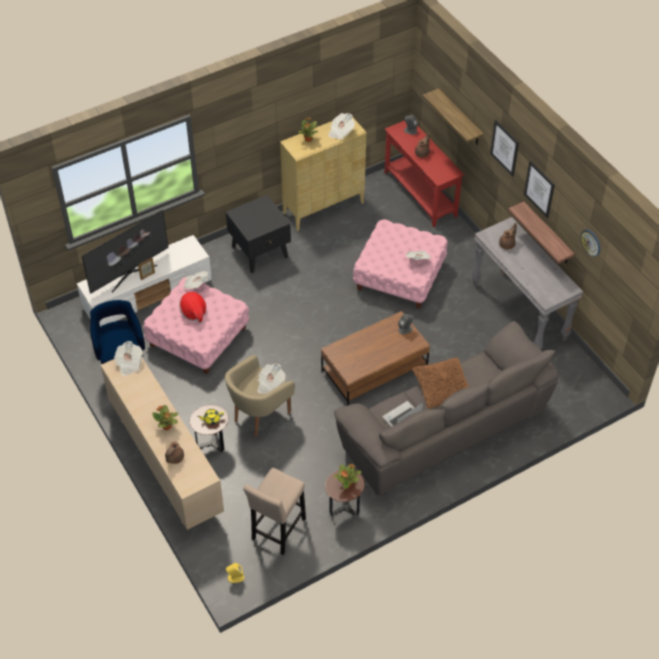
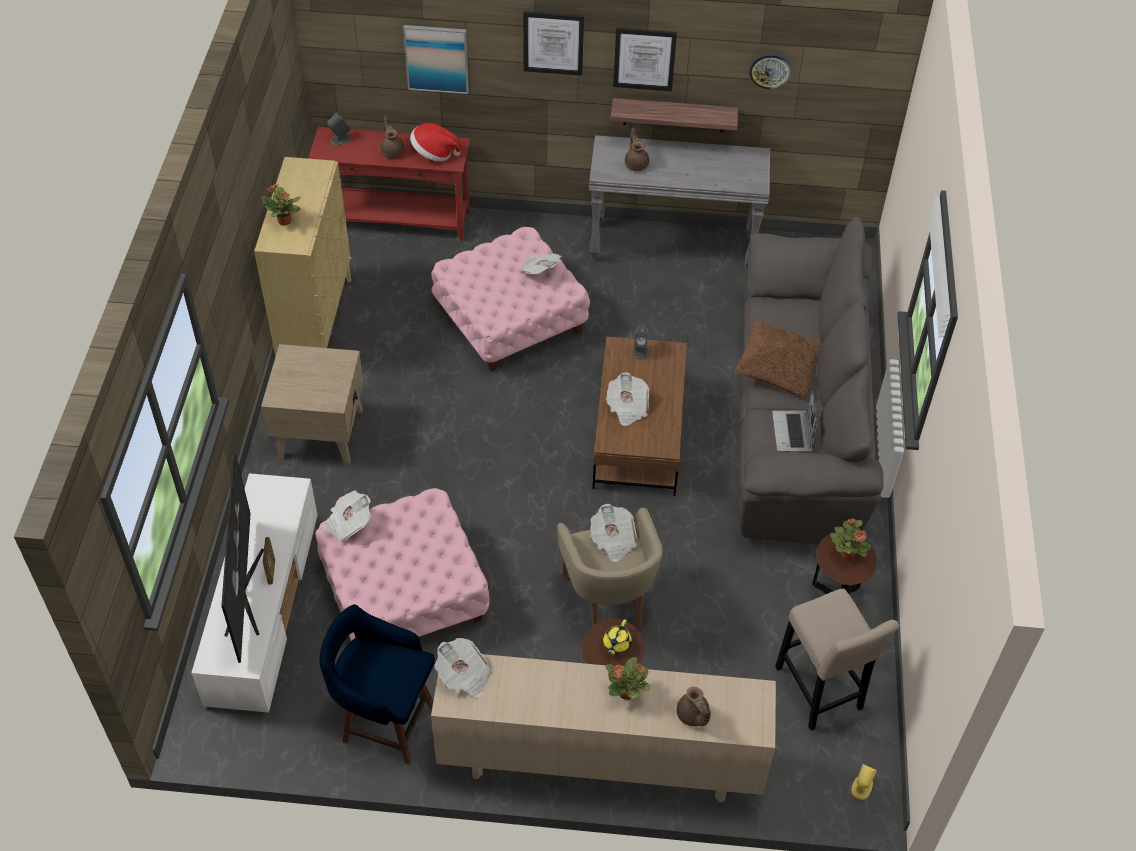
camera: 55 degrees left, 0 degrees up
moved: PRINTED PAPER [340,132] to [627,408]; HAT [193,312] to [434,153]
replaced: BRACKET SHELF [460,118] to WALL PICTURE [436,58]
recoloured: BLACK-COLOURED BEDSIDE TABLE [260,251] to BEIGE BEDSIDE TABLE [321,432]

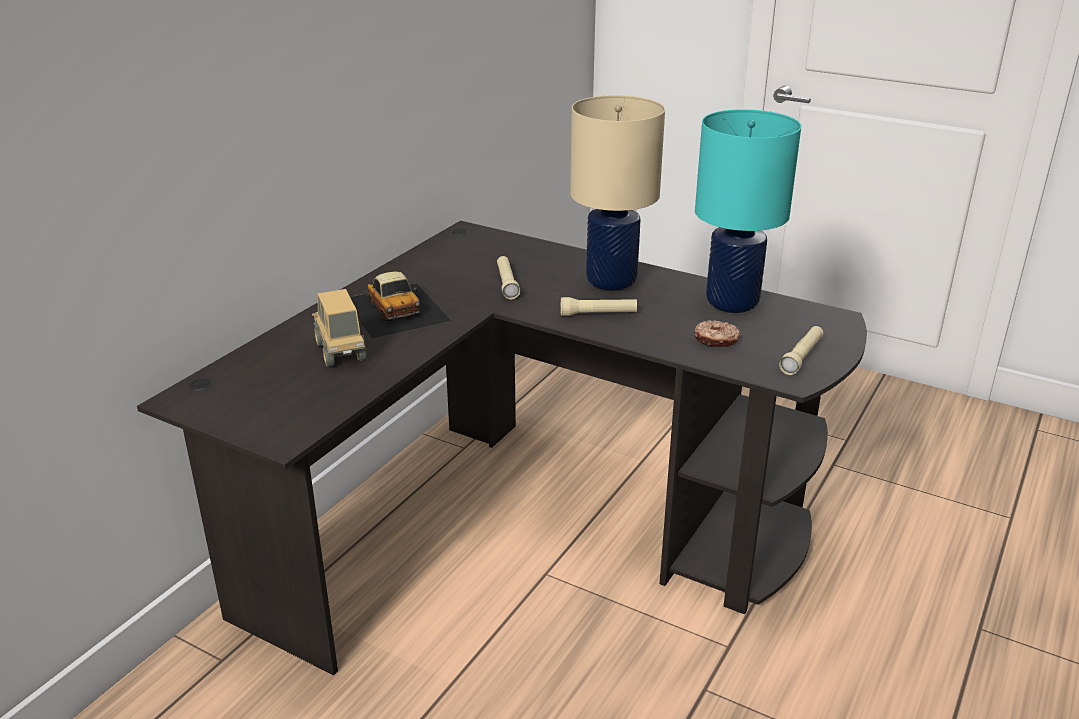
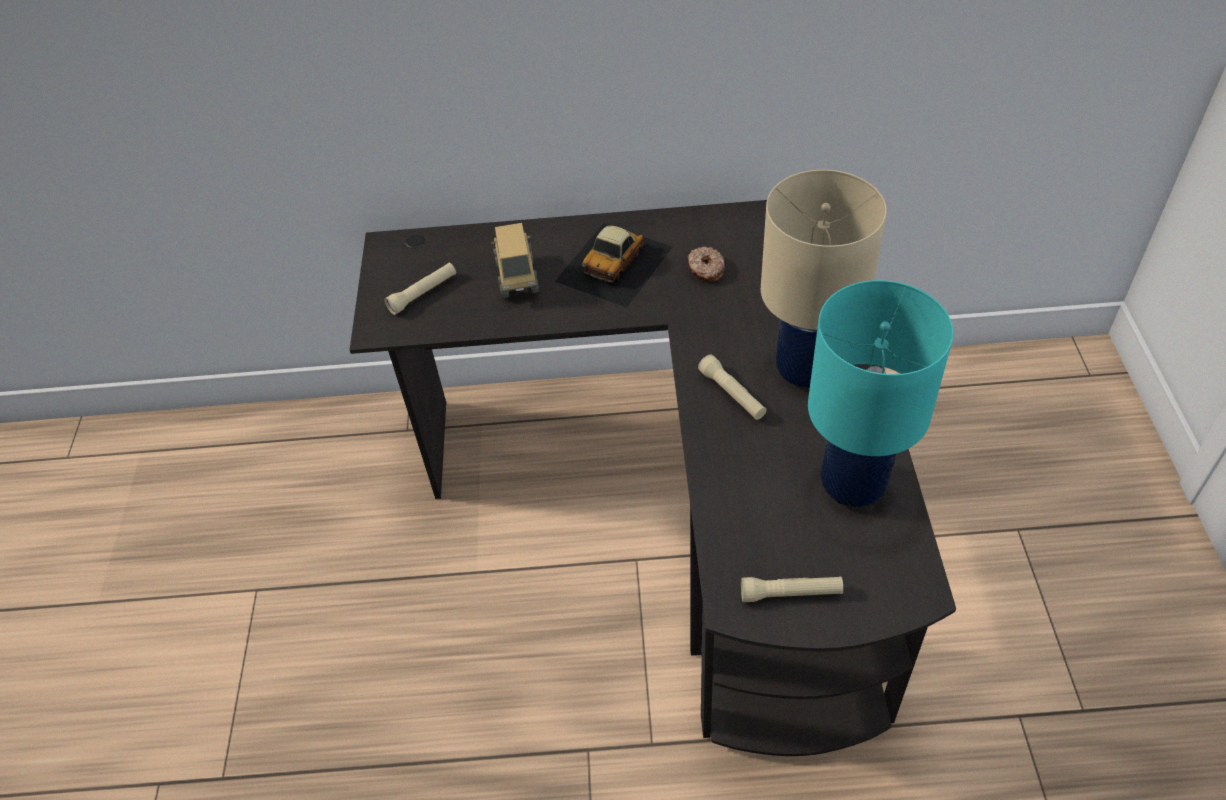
camera: 60 degrees right, 20 degrees up
moved: BEIGE TORCH [507,284] to [423,294]; DOUGHNUT [716,340] to [705,269]
turned: TOY LORRY [341,352] = [517,279] 45 degrees counterclockwise

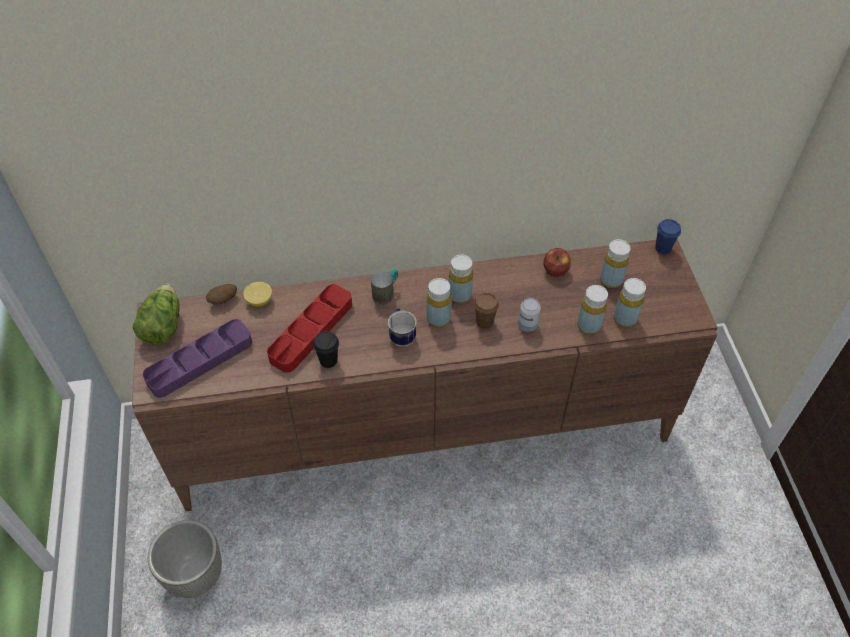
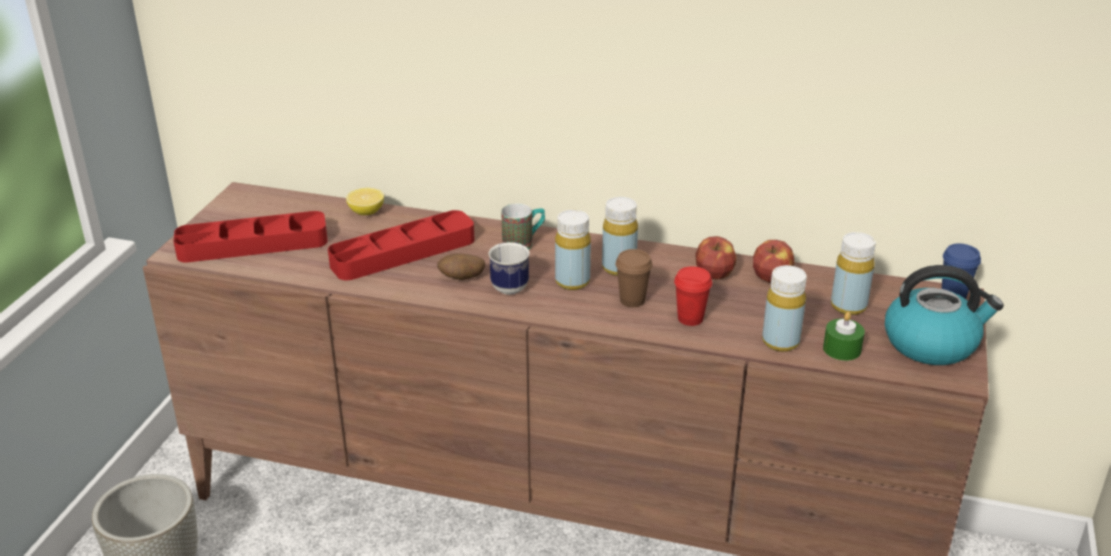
camera: 25 degrees right, 20 degrees down
removed: LETTUCE HEAD [162,325]; BLACK-COLOURED CUP [328,360]
added: APPLE [714,274]; WATER KETTLE [932,343]
moved: POTATO [223,300] to [461,278]
replaced: YELLOW BEVERAGE BOTTLE [625,318] to GREEN-COLOURED WAX LIGHT [842,349]; METAL CAN [527,325] to RED CUP [690,319]
recoloured: PURPLE SERVING TRAY [200,361] to RED SERVING TRAY [253,244]

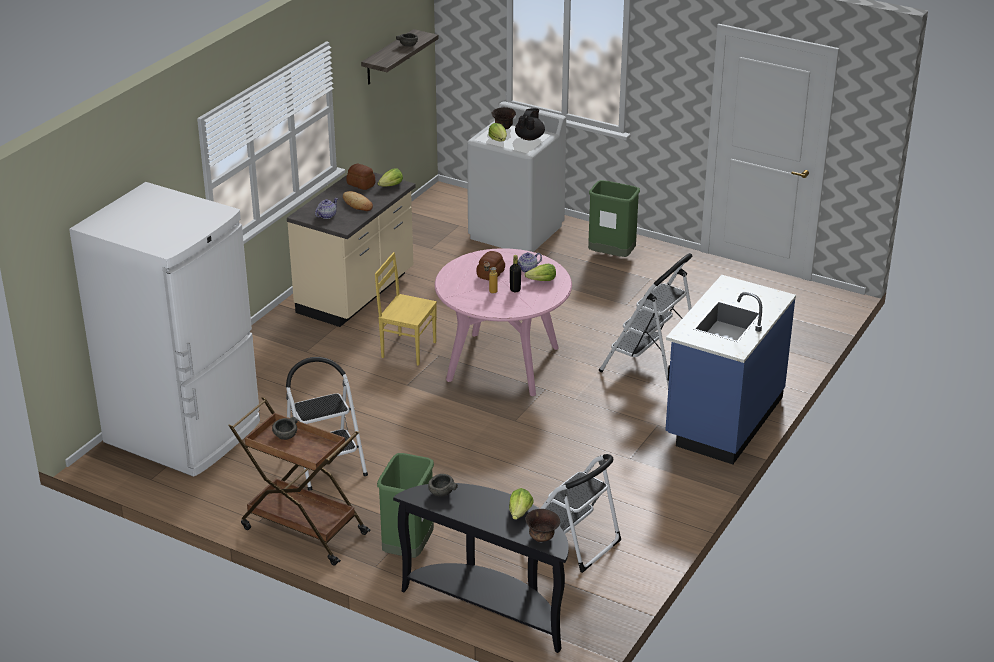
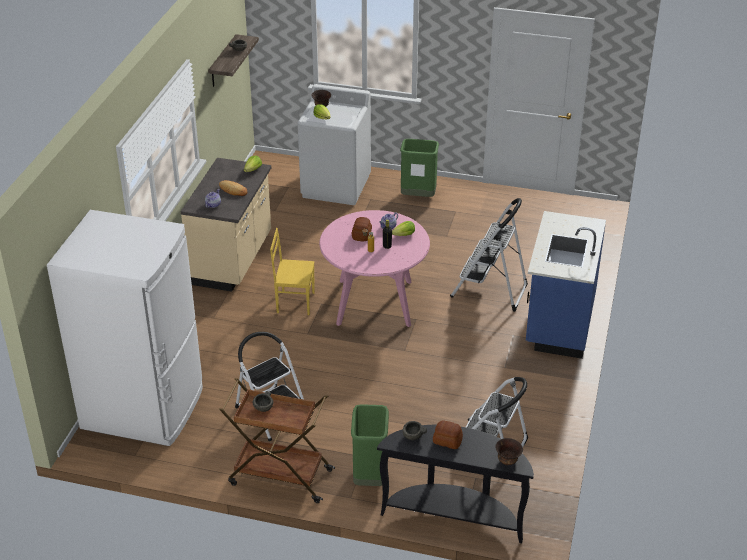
camera: 15 degrees left, 5 degrees up
removed: BLACK-COLOURED TEAPOT [530,137]; LETTUCE HEAD [520,512]
moved: BAKED BREAD [361,184] to [447,440]

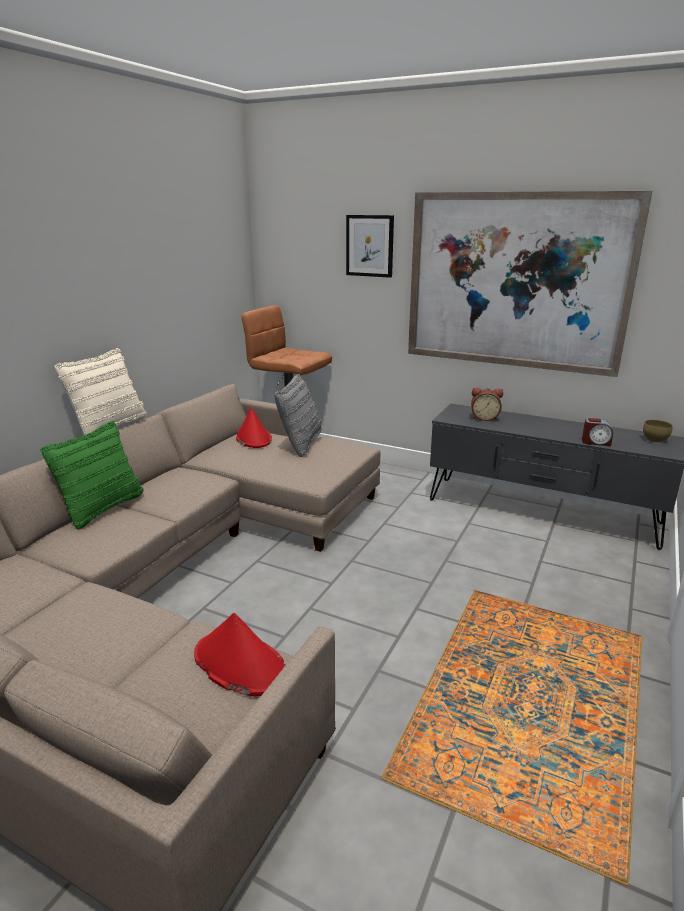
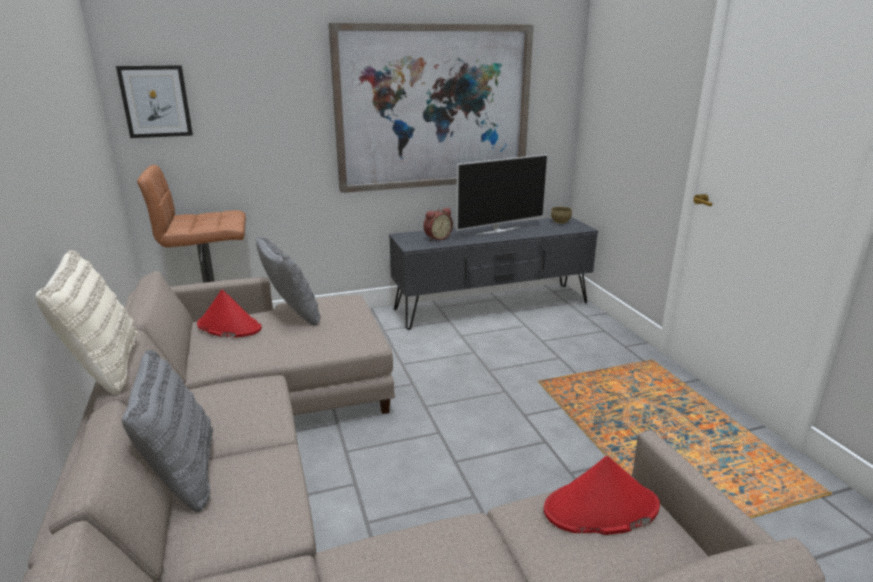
camera: 45 degrees left, 0 degrees up
removed: BEDSIDE CLOCK [595,442]
added: TV SET [498,230]
moved: WALL PICTURE [369,246] to [156,101]
recoloured: GREEN-COLOURED THROW PILLOW [102,509] to GREYISH THROW PILLOW [183,475]

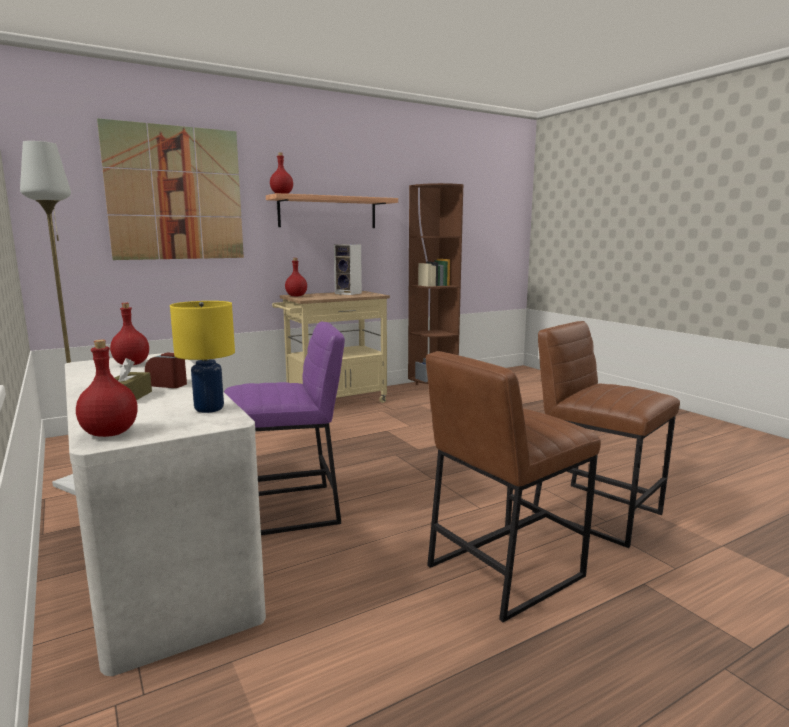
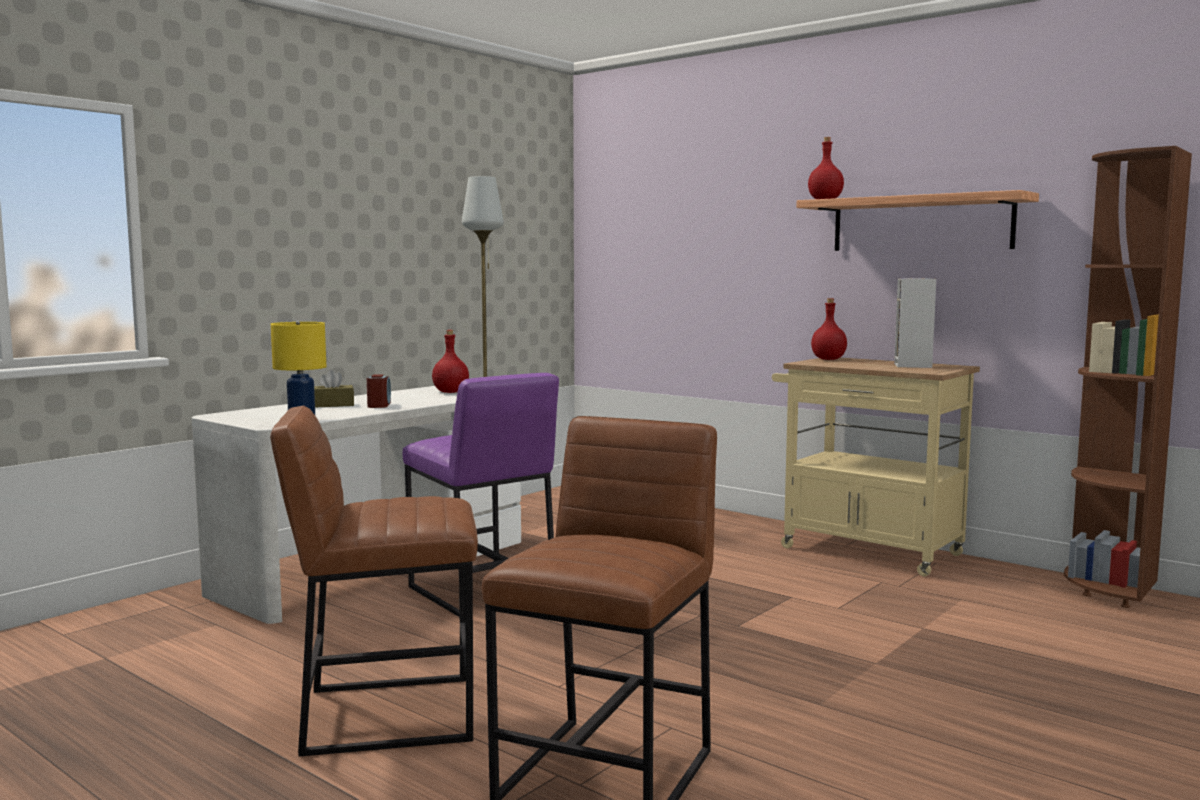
camera: 70 degrees right, 5 degrees down
removed: WALL PICTURE [176,193]; RED BEVERAGE BOTTLE [111,433]
turned: BROWN-COLOURED PLAIN CHAIR [503,572] = [385,714] 45 degrees counterclockwise

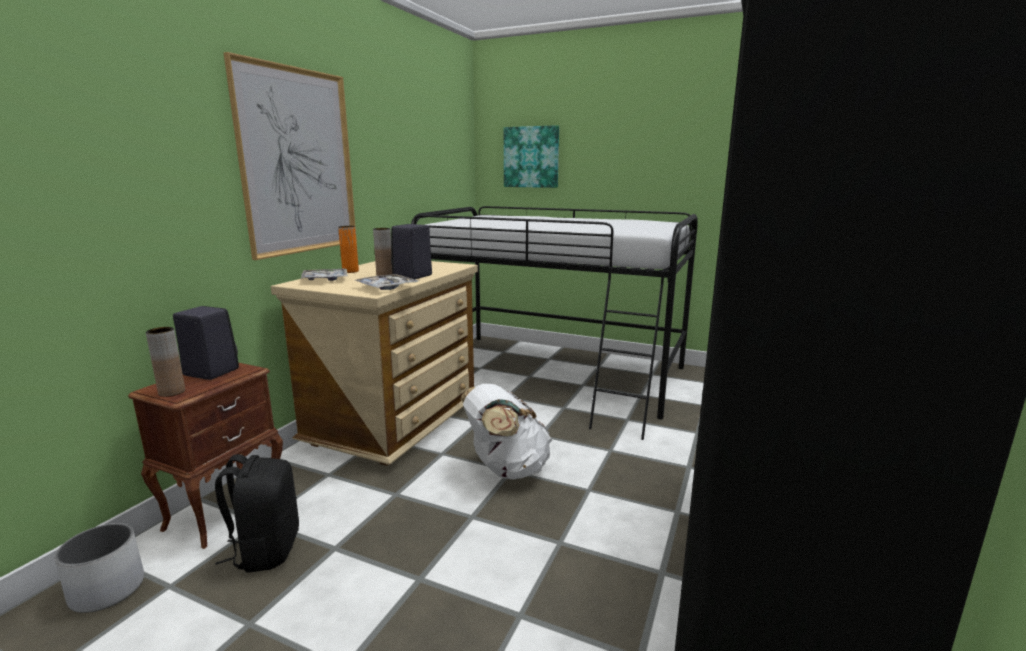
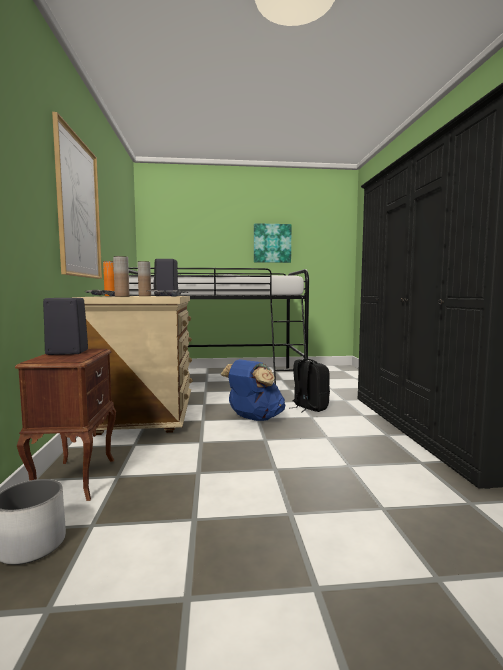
camera: 30 degrees left, 10 degrees down
moved: WALL PICTURE [531,157] to [272,243]; BROWN-COLOURED VASE [172,392] to [122,296]; BLACK-COLOURED KNAPSACK [266,550] to [309,408]
recoloured: WHITE-COLOURED KNAPSACK [506,469] to BLUE-COLOURED KNAPSACK [254,418]

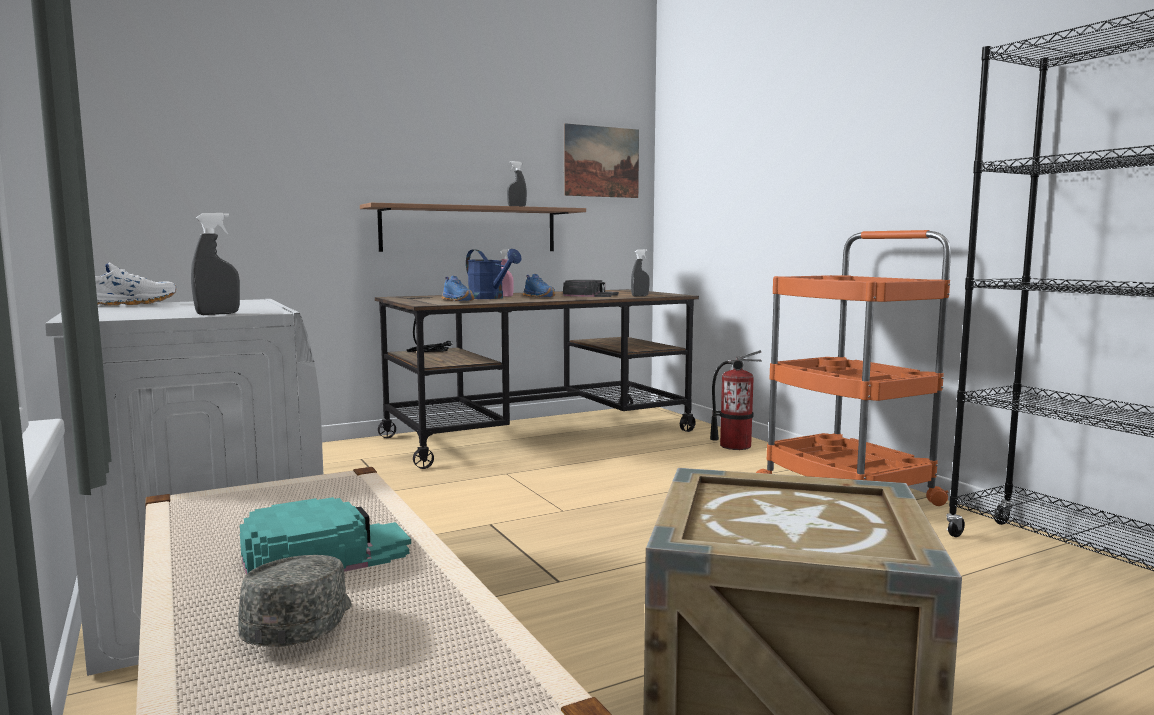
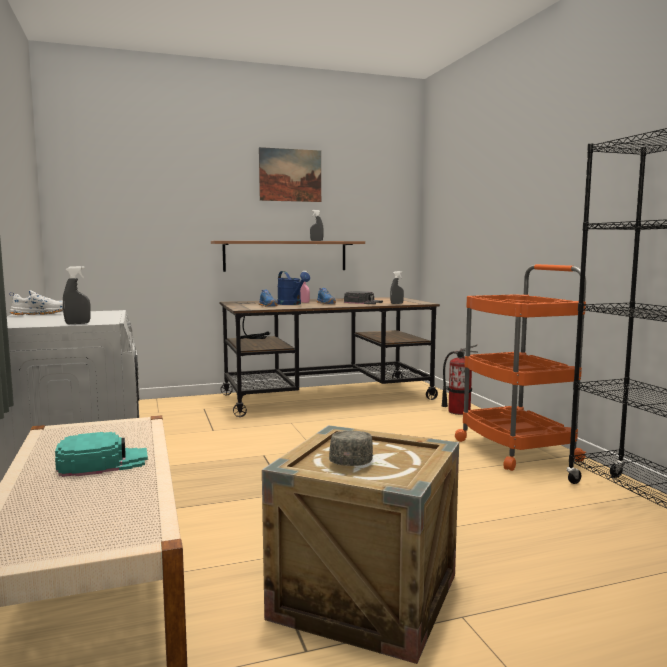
camera: 10 degrees right, 0 degrees up
moved: WALL PICTURE [601,162] to [290,175]; GREYISH CAP [303,623] to [352,460]

